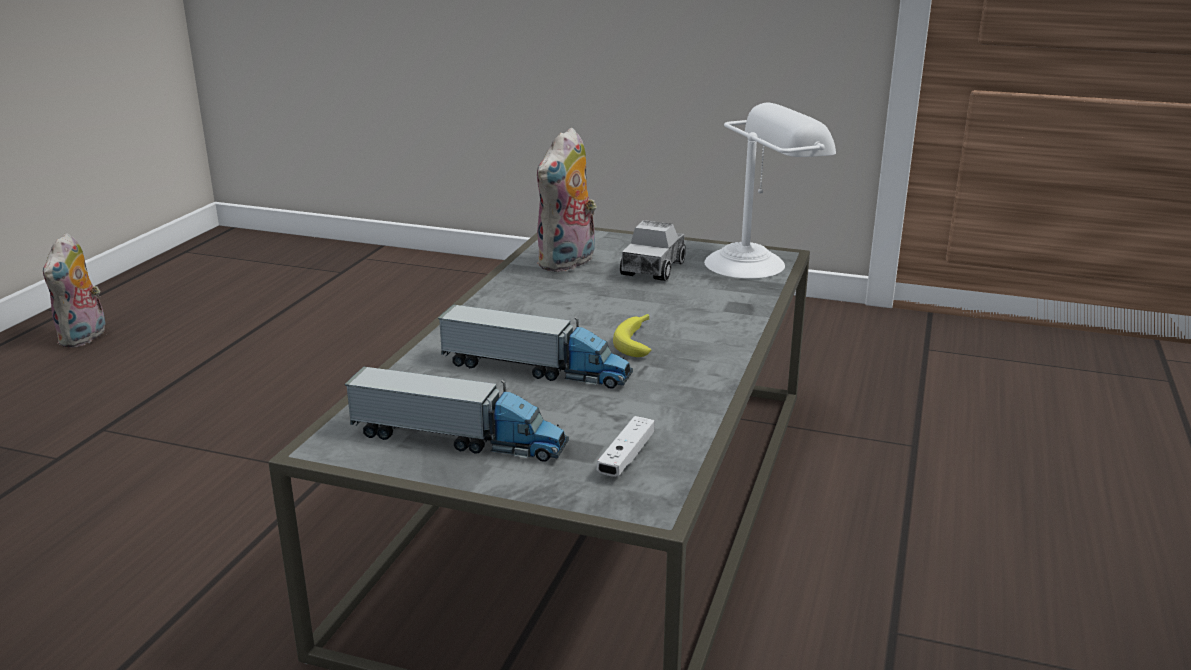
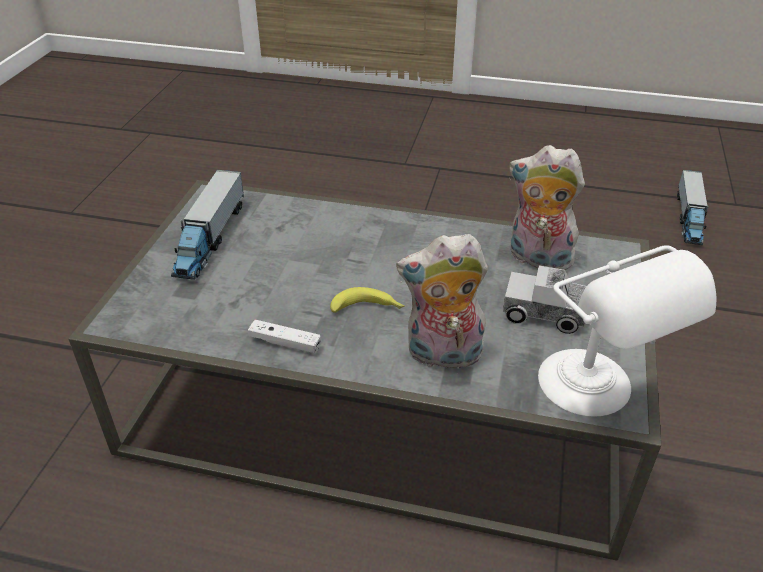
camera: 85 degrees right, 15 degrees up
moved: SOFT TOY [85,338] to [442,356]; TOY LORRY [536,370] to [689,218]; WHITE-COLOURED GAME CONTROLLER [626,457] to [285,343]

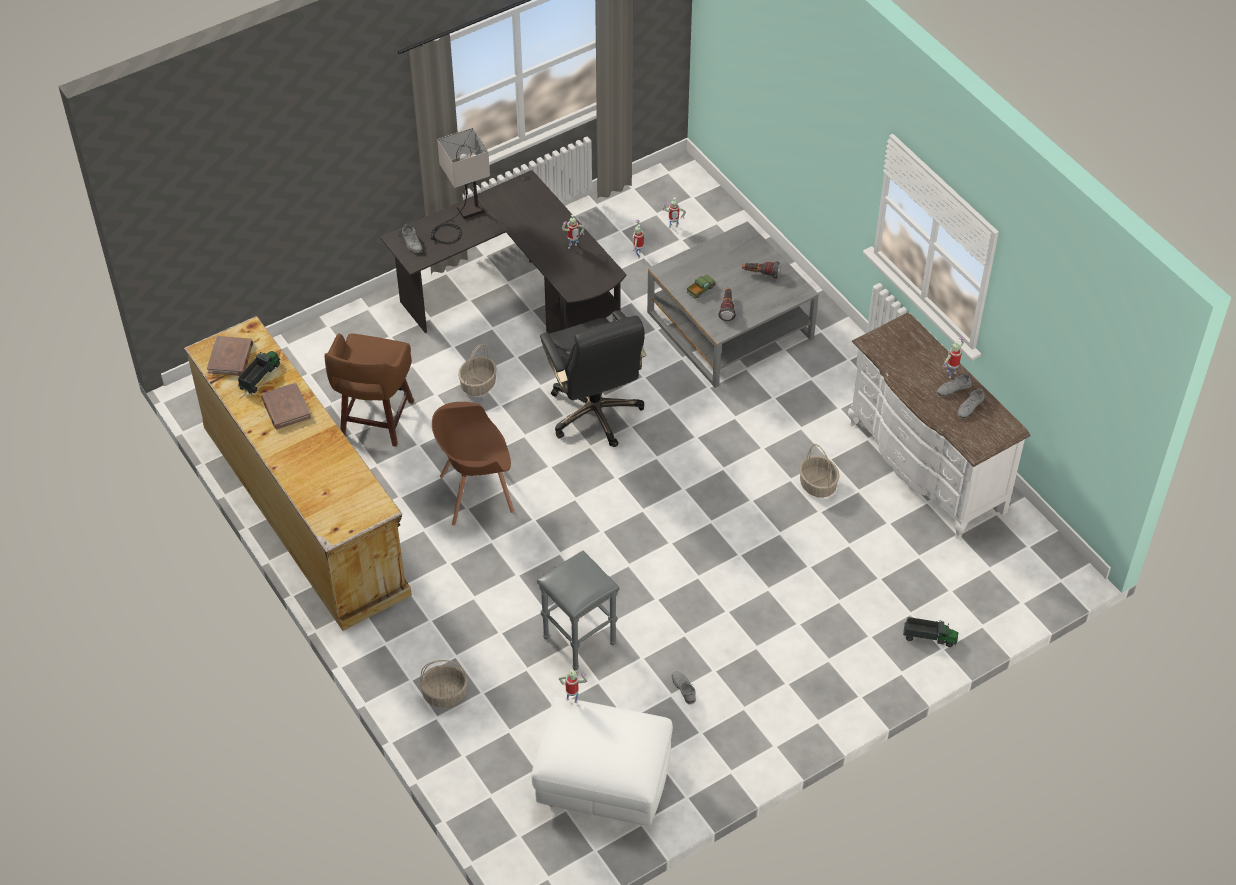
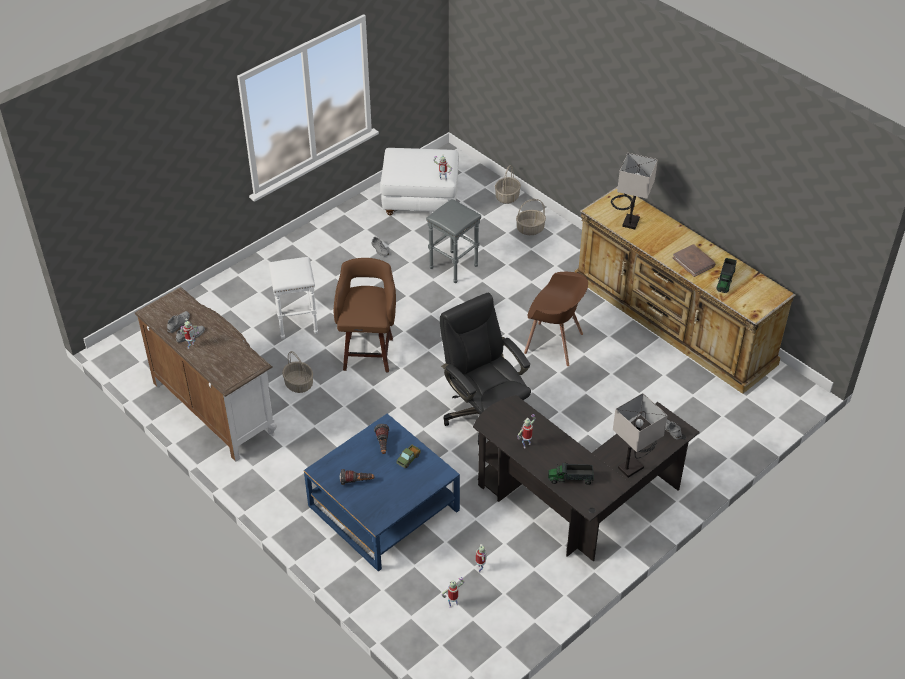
camera: 170 degrees right, 5 degrees down
removed: BROWN-COLOURED VOLUME [231,358]
added: TABLE LAMP [628,214]; WHITE-COLOURED STOOL SEAT [296,323]
moved: BROWN-COLOURED STOOL SEAT [375,421] to [368,352]; STORAGE BASKET [478,384] to [507,197]; TOY LORRY [929,637] to [570,479]
recoloured: GREYISH COFFEE TABLE [730,325] to BLUE-COLOURED COFFEE TABLE [383,508]
turned: BROWN-COLOURED PLAIN CHAIR [475,495] = [554,344] 45 degrees clockwise

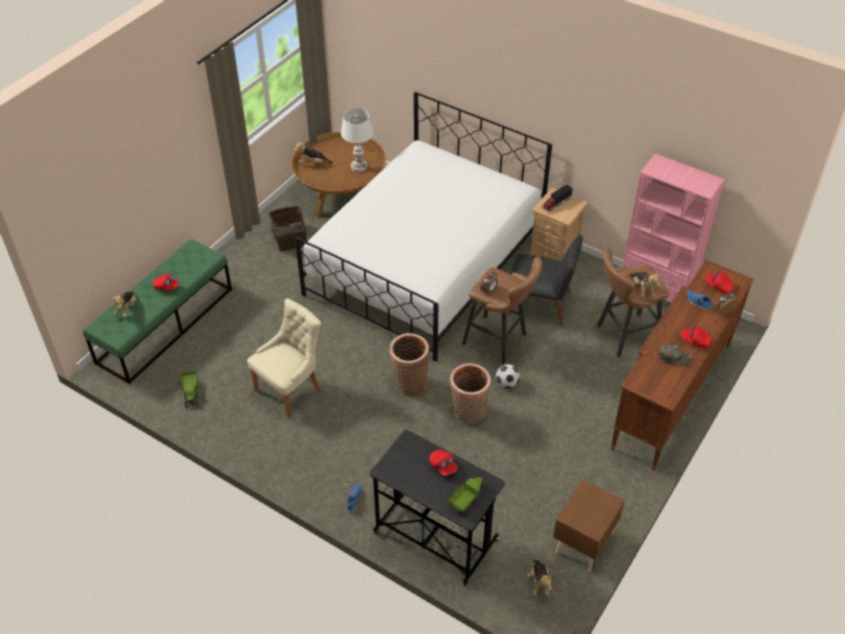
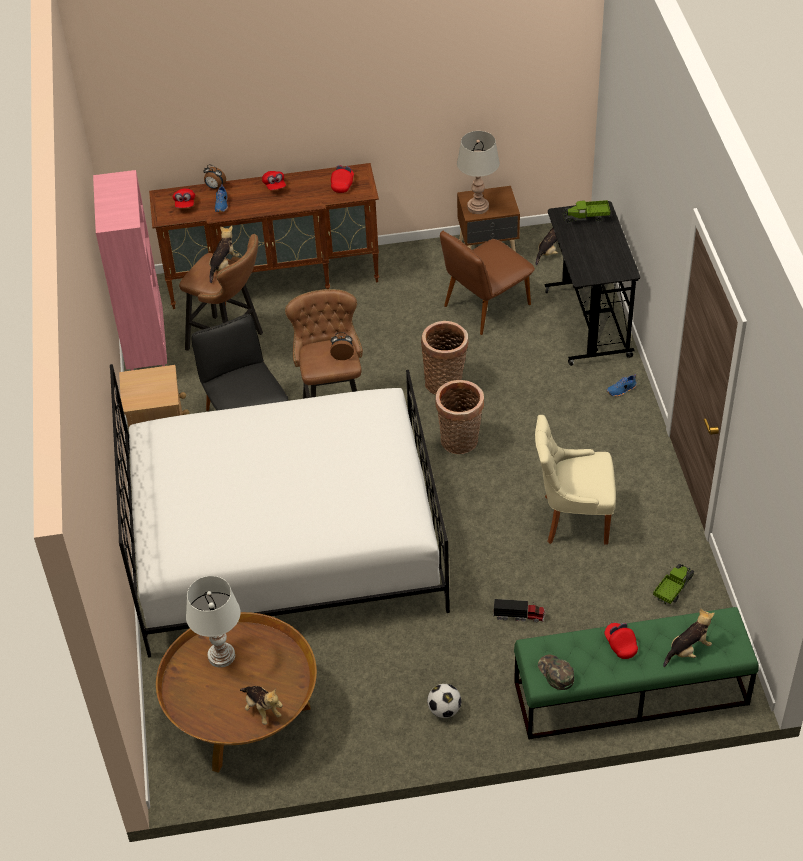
camera: 130 degrees left, 0 degrees up
removed: STORAGE BASKET [289,237]
added: GREYISH TABLE LAMP [478,207]; BROWN-COLOURED PLAIN CHAIR [487,305]
moved: TOY LORRY [556,203] to [519,615]; GREEN-COLOURED CAP [675,357] to [555,673]; BALL FOR FOOTBALL [507,383] to [444,710]; RED CAP [443,466] to [342,184]

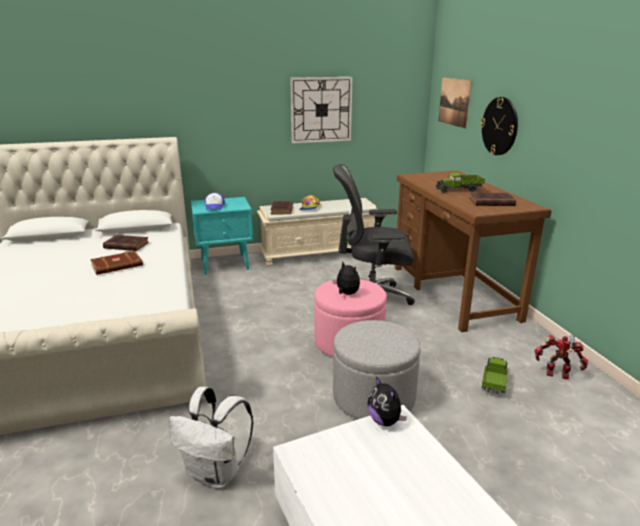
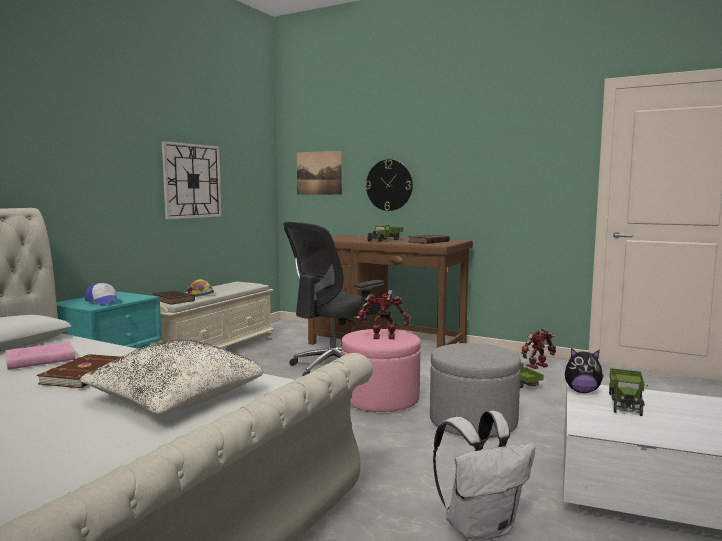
camera: 45 degrees left, 15 degrees down
added: BEIGE THROW PILLOW [177,396]; TOY LORRY [626,402]
replaced: SOFT TOY [346,293] to MODEL ROBOT [384,337]
recoloured: BROWN-COLOURED VOLUME [125,245] to PINK VOLUME [38,360]

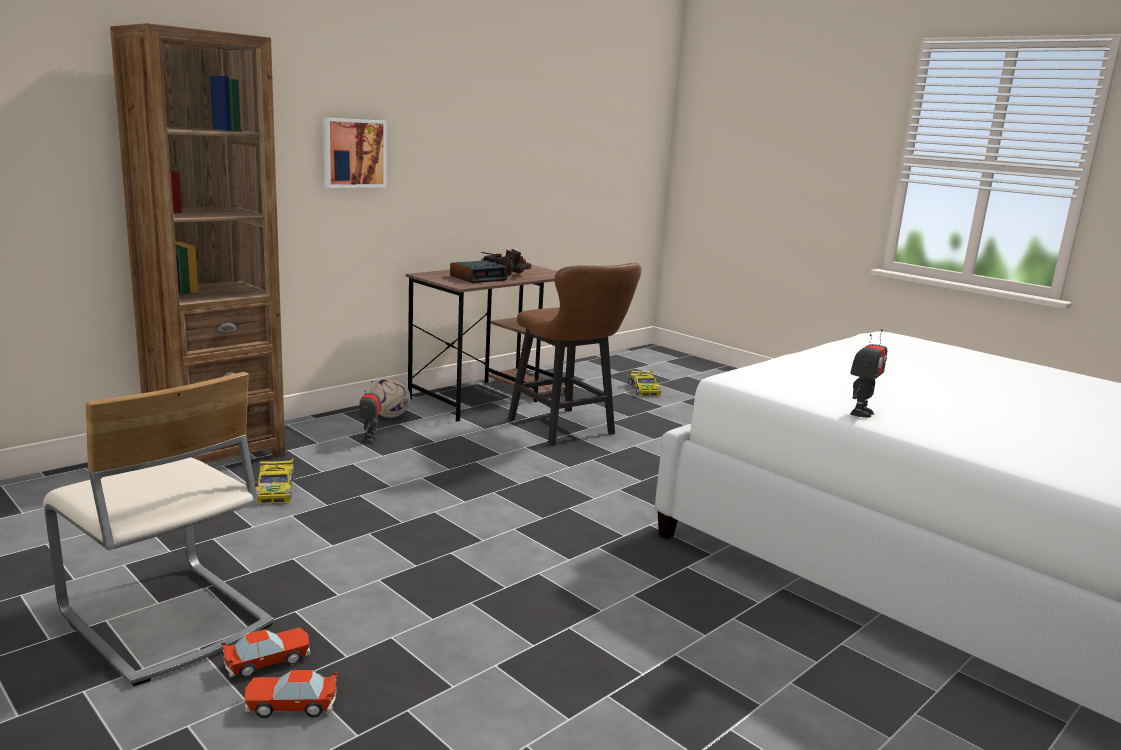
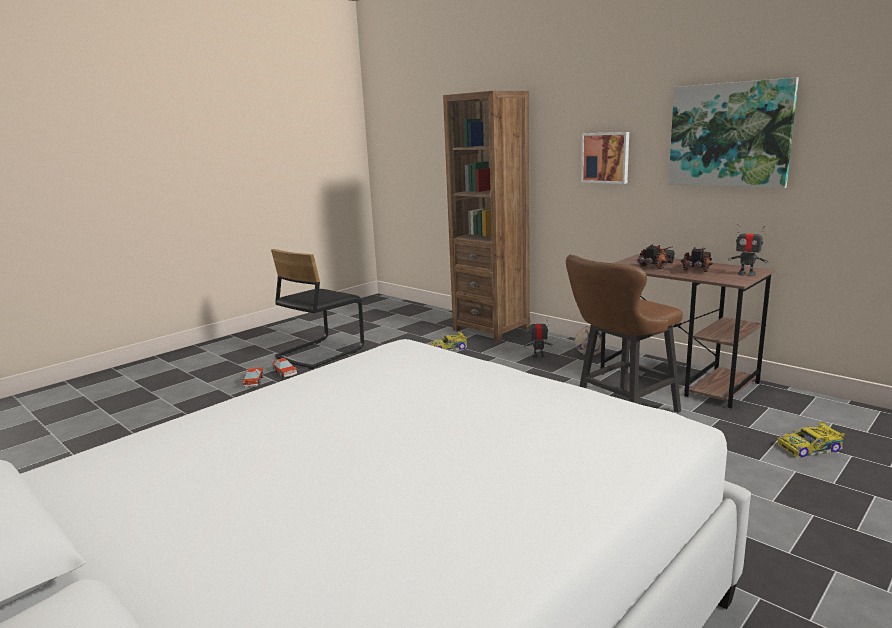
camera: 90 degrees right, 0 degrees up
added: WALL PICTURE [729,135]
moved: MODEL ROBOT [861,413] to [746,274]
replaced: BEDSIDE CLOCK [478,278] to TOY LORRY [656,266]
recoloured: BEIGE PLAIN CHAIR [164,620] to BLACK-COLOURED PLAIN CHAIR [319,353]

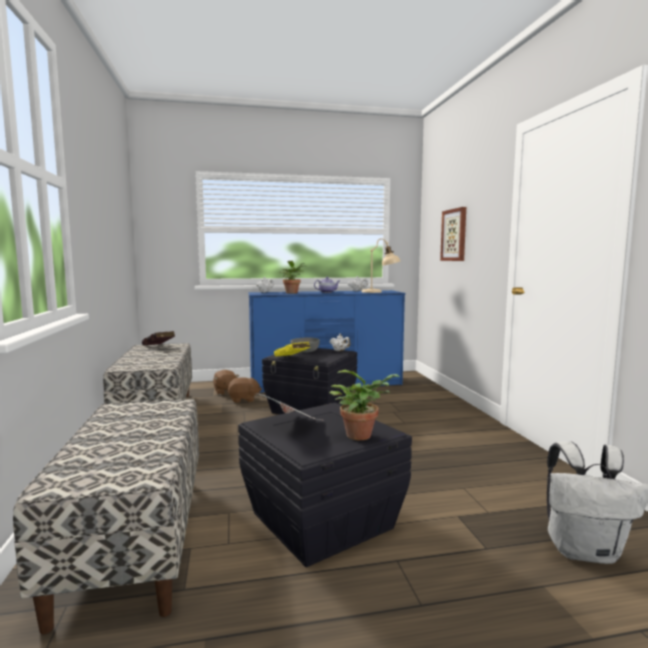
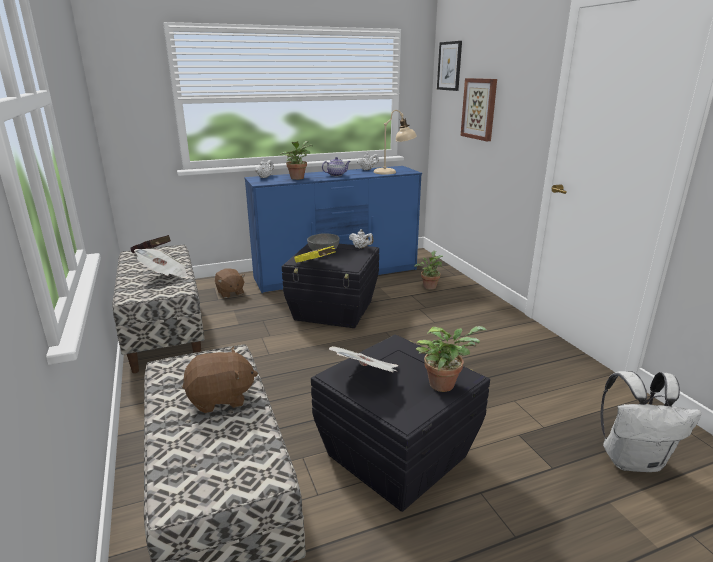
camera: 10 degrees left, 15 degrees up
added: WALL PICTURE [449,66]; PRINTED PAPER [165,275]; PLANT IN A POT [429,286]
moved: BROWN-COLOURED SOFT TOY [244,400] to [221,398]

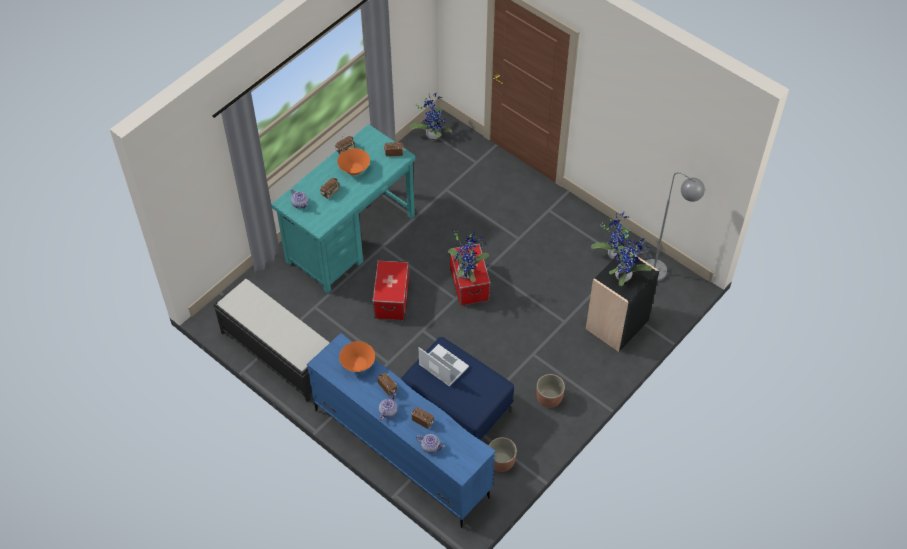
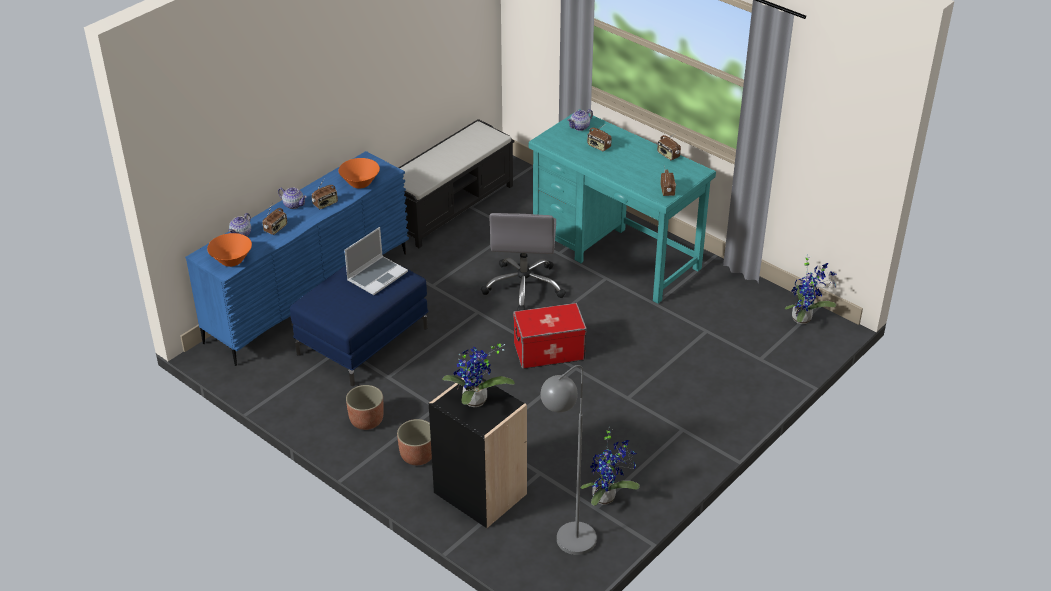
camera: 90 degrees right, 15 degrees down
removed: PLANT IN A POT [467,272]
moved: ORANGEY DEEP DISH [354,169] to [231,261]; FLOWER POT [501,461] to [418,455]
replaced: STORAGE BOX [392,299] to GREYISH DESK CHAIR [524,287]

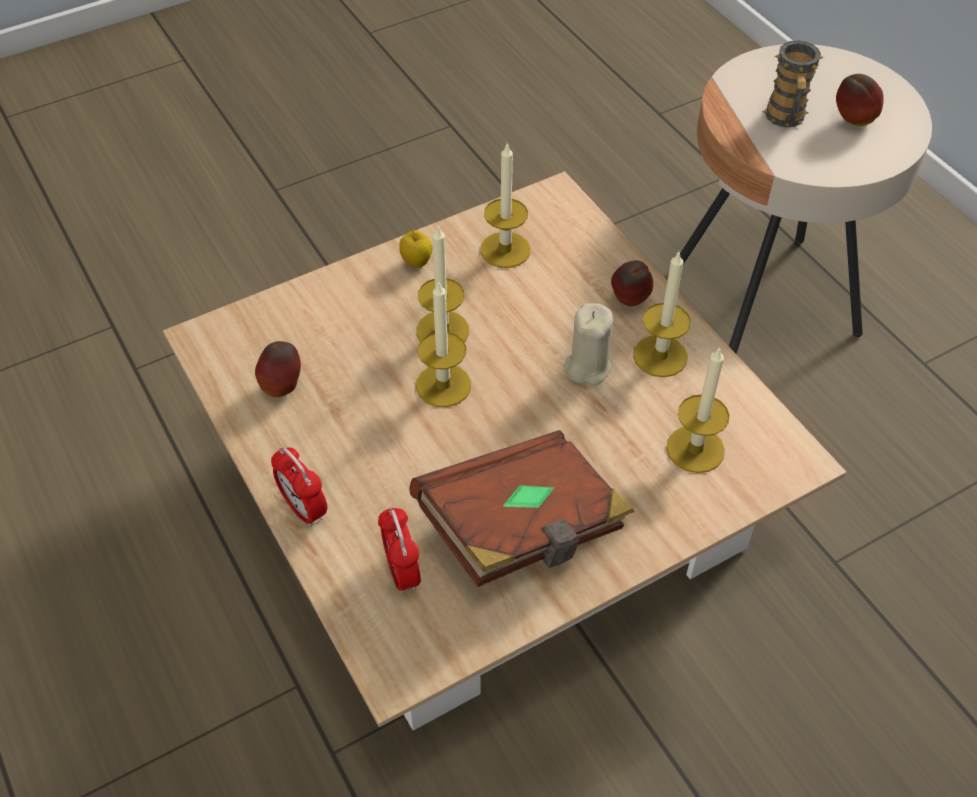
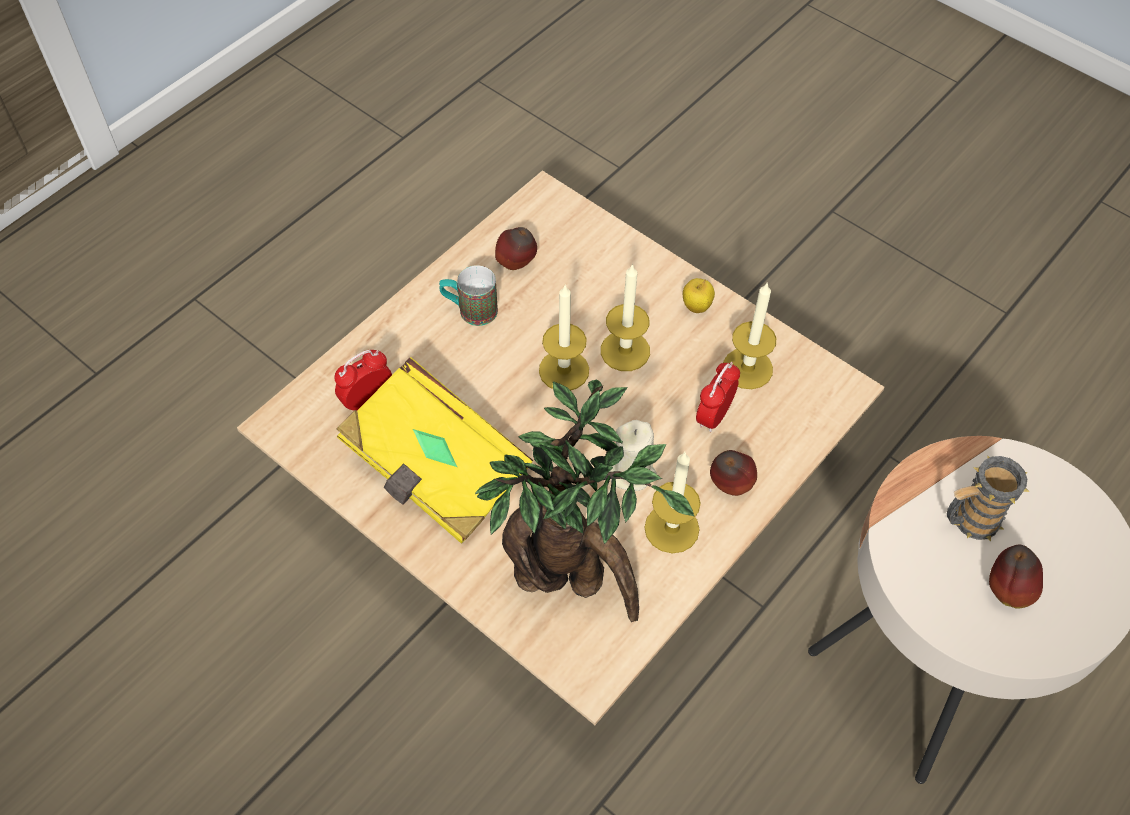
camera: 70 degrees right, 5 degrees up
added: TEA MUG [469,310]
moved: BEDSIDE CLOCK [304,509] to [714,416]
replaced: WAX LIGHT [695,449] to PLANT IN A POT [570,582]
recoloured: BROWN-COLOURED VOLUME [523,528] to YELLOW VOLUME [436,470]

